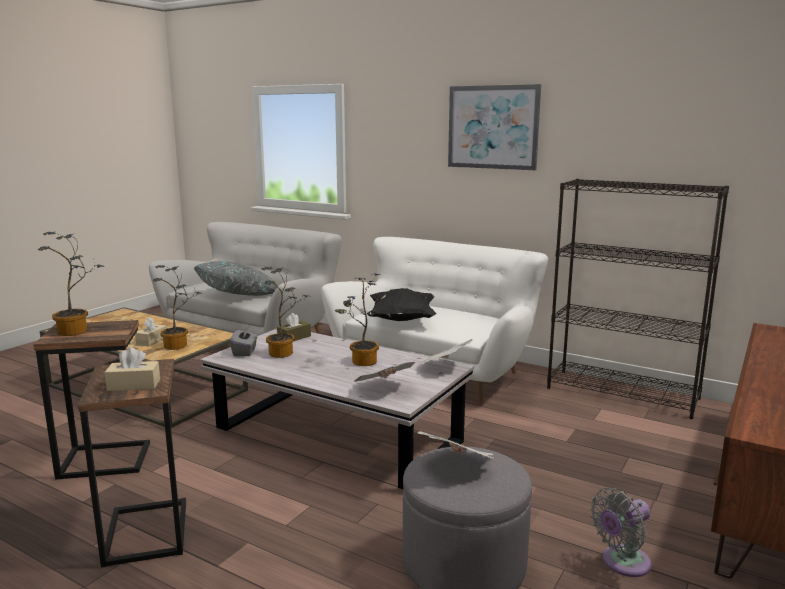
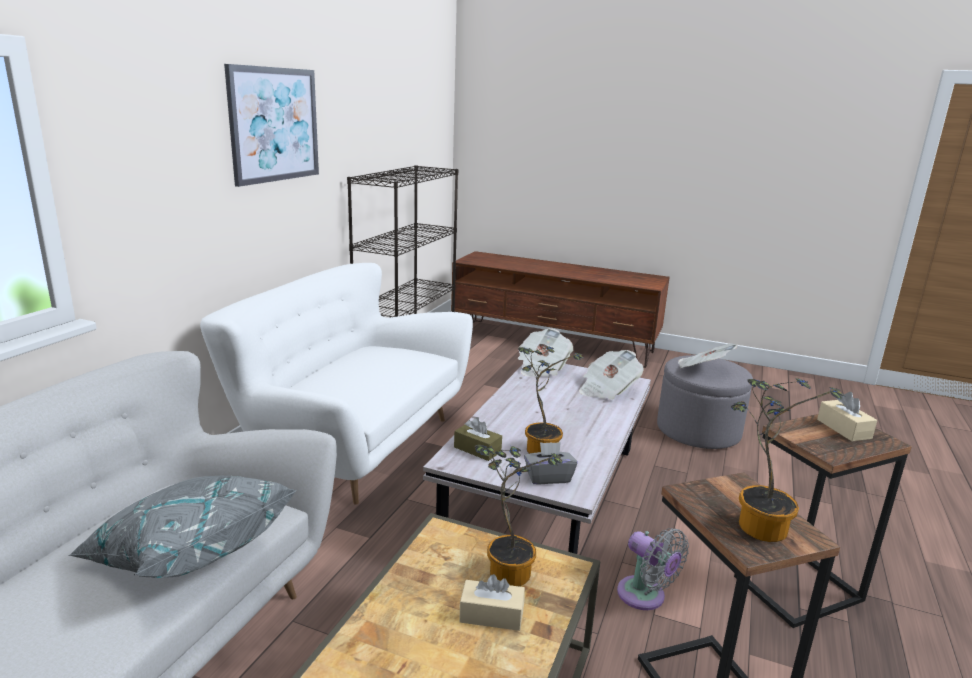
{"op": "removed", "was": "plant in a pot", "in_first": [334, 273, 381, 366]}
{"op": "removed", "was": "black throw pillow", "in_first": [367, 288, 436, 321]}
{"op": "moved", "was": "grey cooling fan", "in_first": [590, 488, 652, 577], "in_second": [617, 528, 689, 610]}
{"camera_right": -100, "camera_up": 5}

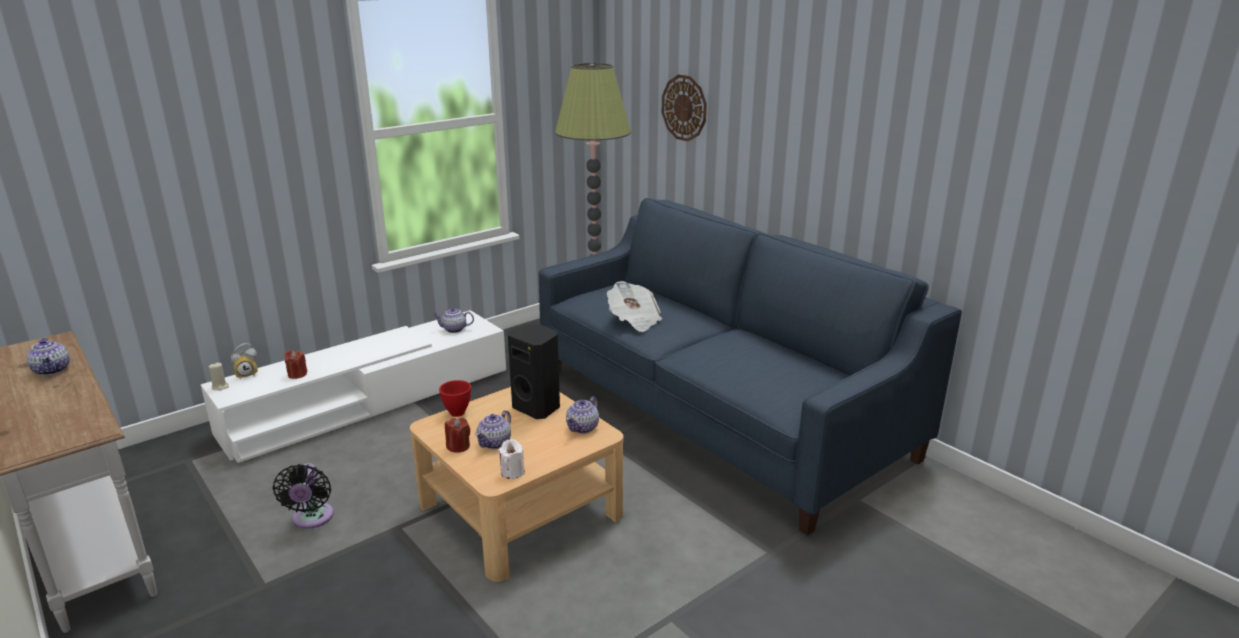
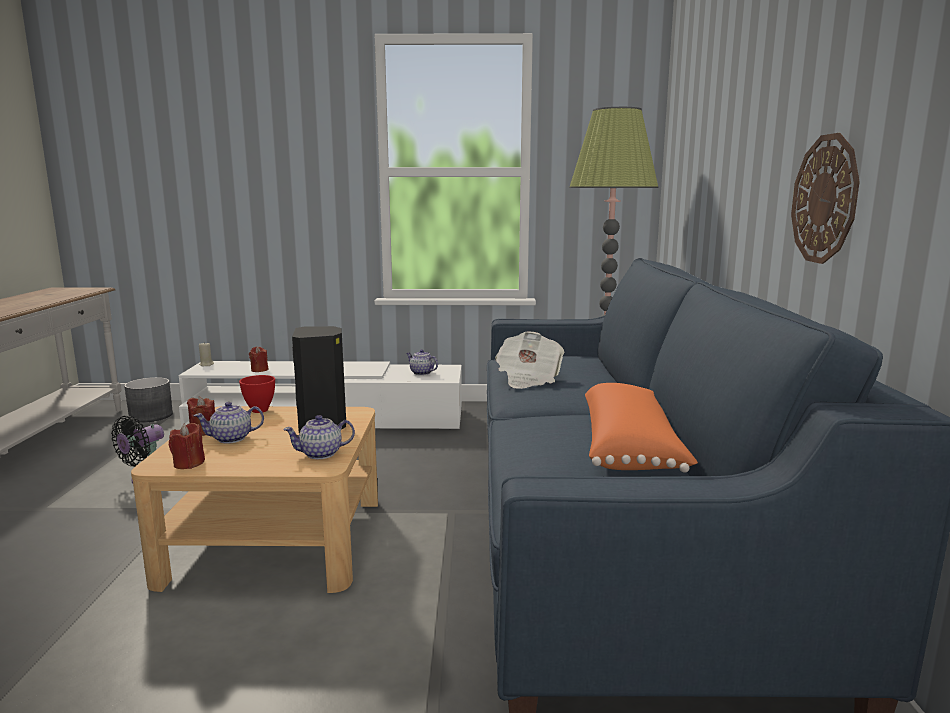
{"op": "removed", "was": "teapot", "in_first": [27, 338, 70, 376]}
{"op": "removed", "was": "bedside clock", "in_first": [231, 343, 258, 380]}
{"op": "added", "now": "grey planter", "in_second": [124, 377, 173, 423]}
{"op": "added", "now": "orange-coloured throw pillow", "in_second": [585, 383, 698, 473]}
{"op": "moved", "was": "clock on the wall", "in_first": [662, 74, 707, 142], "in_second": [791, 133, 860, 264]}
{"op": "recoloured", "was": "whitish candle", "now": "red-coloured candle", "in_first": [498, 439, 525, 479], "in_second": [169, 423, 205, 469]}
{"camera_right": 40, "camera_up": -10}

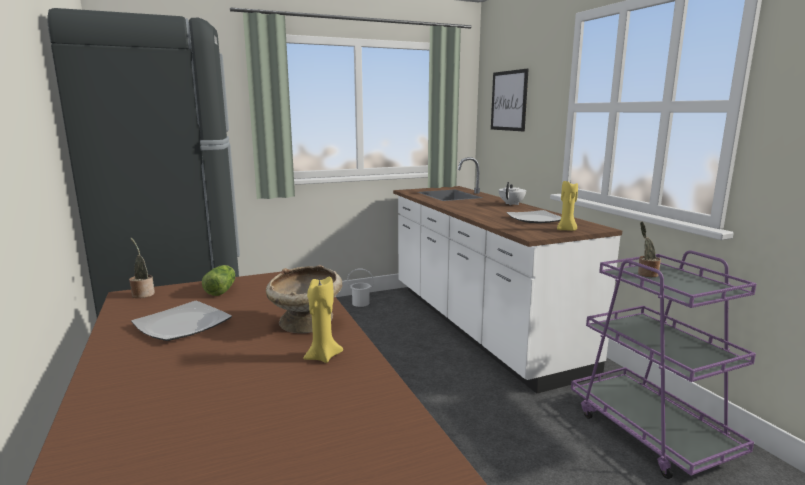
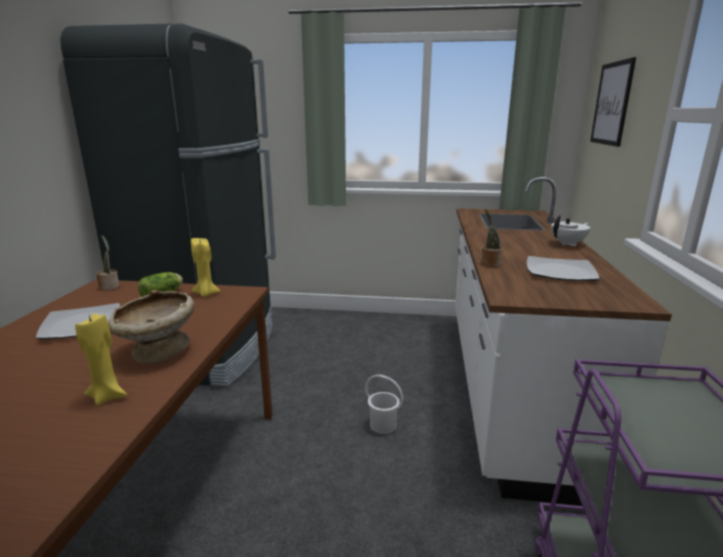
{"op": "moved", "was": "whitish water bucket", "in_first": [347, 269, 374, 307], "in_second": [365, 375, 403, 434]}
{"op": "moved", "was": "yellow-coloured candle", "in_first": [557, 181, 578, 231], "in_second": [191, 238, 220, 297]}
{"op": "moved", "was": "plant in a pot", "in_first": [638, 222, 661, 277], "in_second": [481, 209, 503, 267]}
{"camera_right": 30, "camera_up": 5}

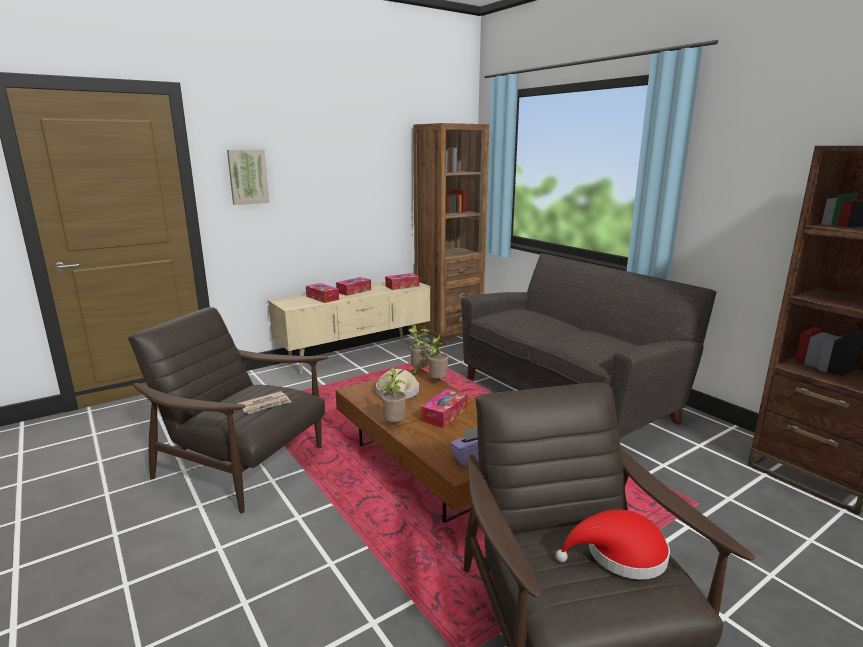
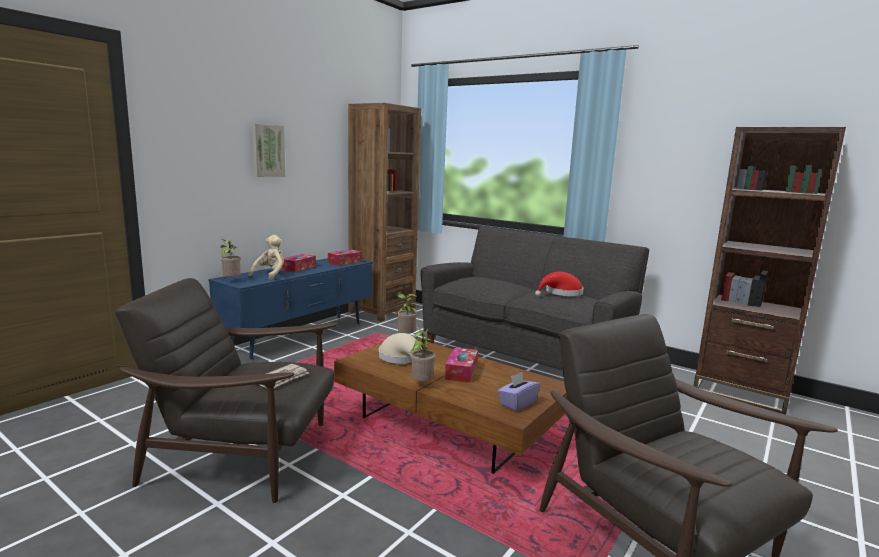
{"op": "moved", "was": "picture", "in_first": [227, 150, 269, 205], "in_second": [252, 124, 285, 177]}
{"op": "moved", "was": "plant in a pot", "in_first": [428, 334, 449, 378], "in_second": [221, 239, 241, 279]}
{"op": "moved", "was": "red-coloured hat", "in_first": [556, 509, 670, 579], "in_second": [535, 271, 584, 296]}
{"op": "replaced", "was": "box of tissues", "now": "beige soft toy", "in_first": [306, 283, 339, 303], "in_second": [249, 235, 284, 280]}
{"op": "recoloured", "was": "beige tv unit", "now": "blue-coloured tv unit", "in_first": [268, 282, 431, 375], "in_second": [208, 258, 373, 360]}
{"camera_right": -20, "camera_up": -5}

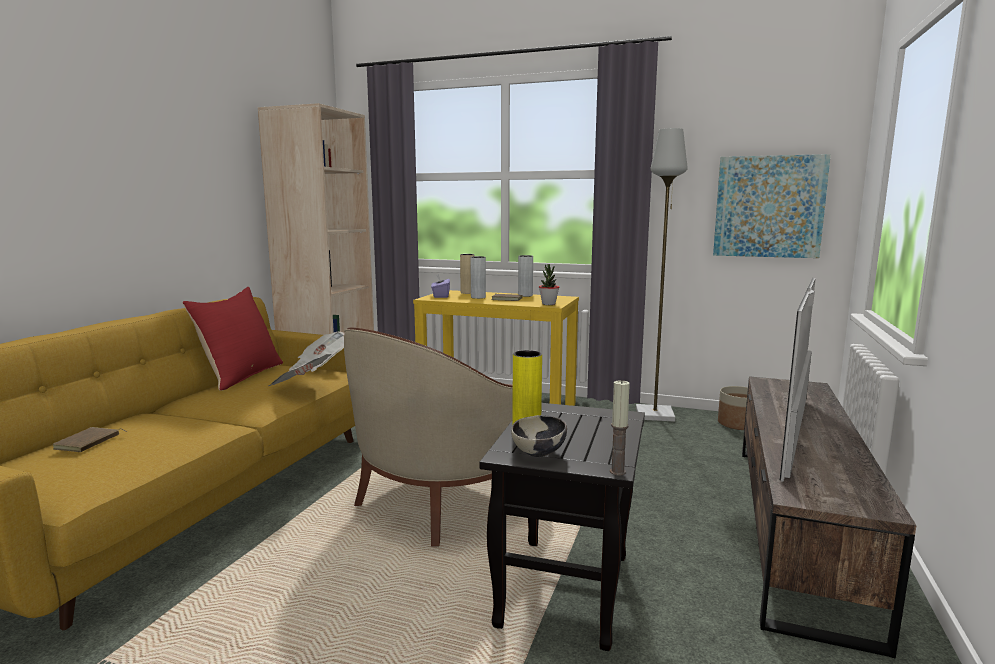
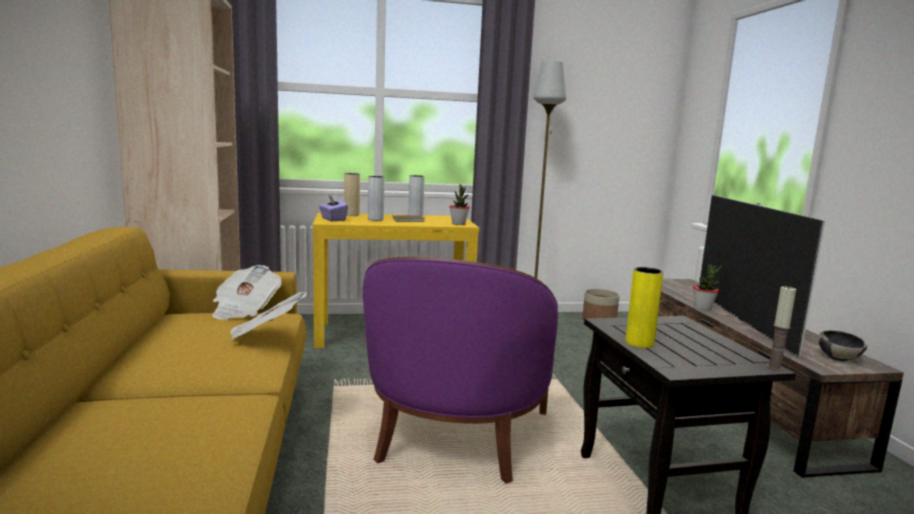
{"op": "removed", "was": "brownish volume", "in_first": [52, 427, 127, 452]}
{"op": "removed", "was": "red-coloured throw pillow", "in_first": [182, 287, 283, 391]}
{"op": "removed", "was": "picture", "in_first": [713, 154, 831, 258]}
{"op": "added", "now": "plant in a pot", "in_second": [693, 264, 722, 310]}
{"op": "moved", "was": "deep dish", "in_first": [511, 415, 567, 457], "in_second": [819, 330, 868, 361]}
{"op": "recoloured", "was": "beige lounge chair", "now": "purplish lounge chair", "in_first": [344, 327, 513, 546], "in_second": [363, 257, 558, 483]}
{"camera_right": -30, "camera_up": 0}

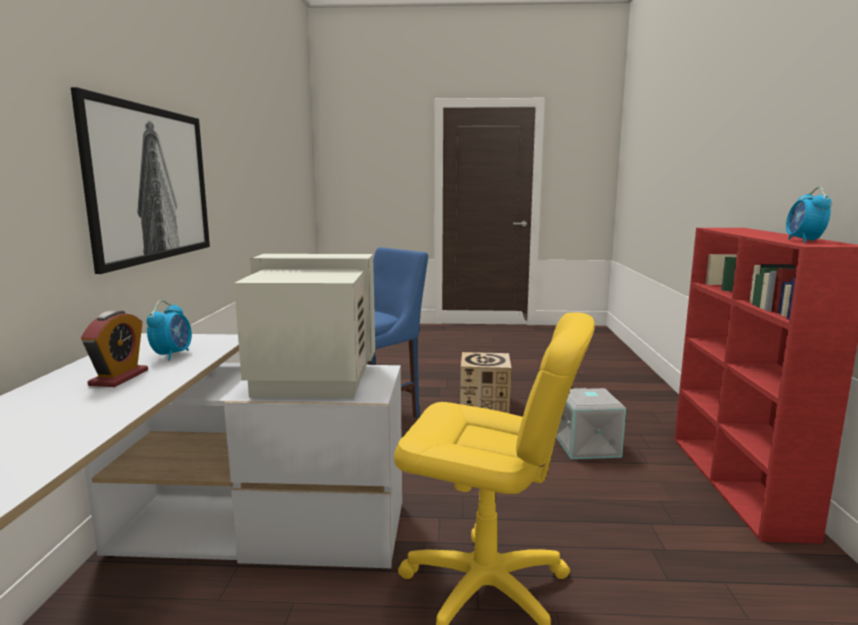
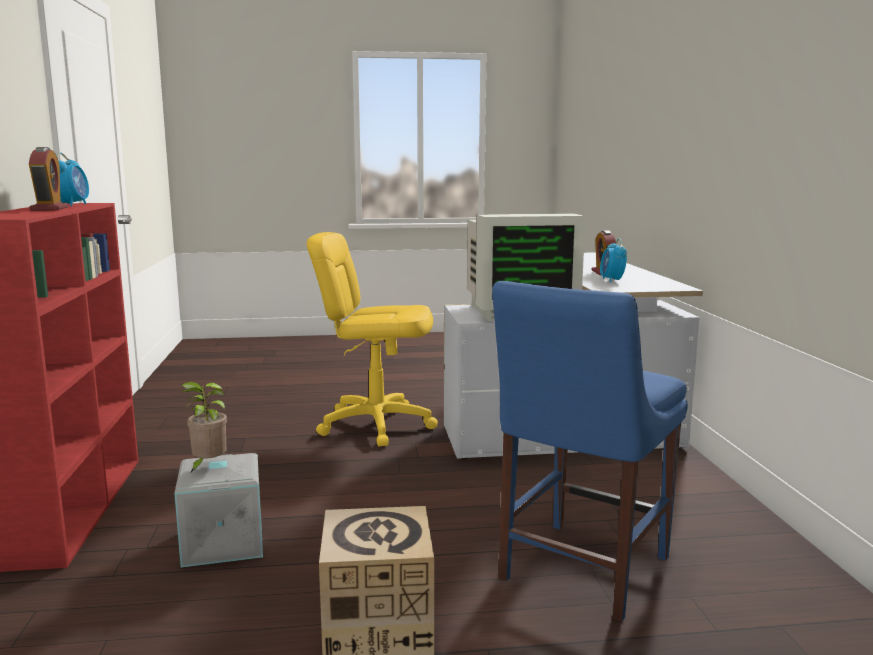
{"op": "removed", "was": "picture", "in_first": [71, 87, 210, 274]}
{"op": "added", "now": "bedside clock", "in_second": [29, 147, 68, 211]}
{"op": "added", "now": "plant in a pot", "in_second": [181, 382, 227, 473]}
{"camera_right": 170, "camera_up": 0}

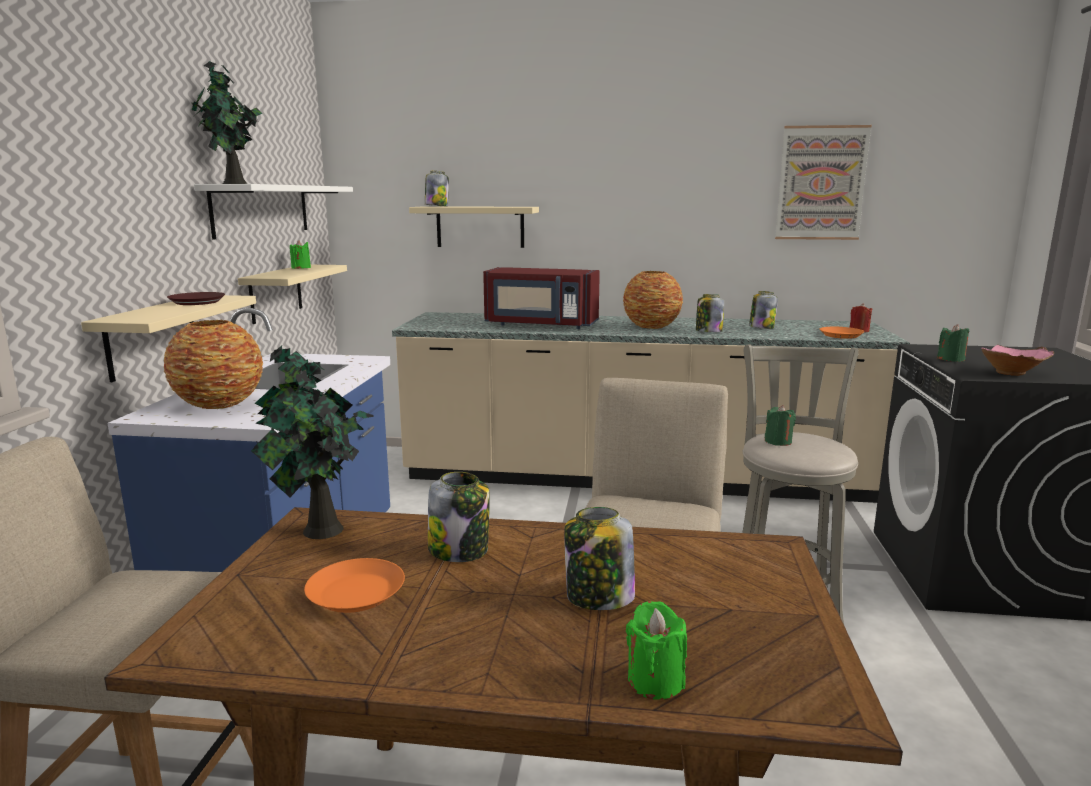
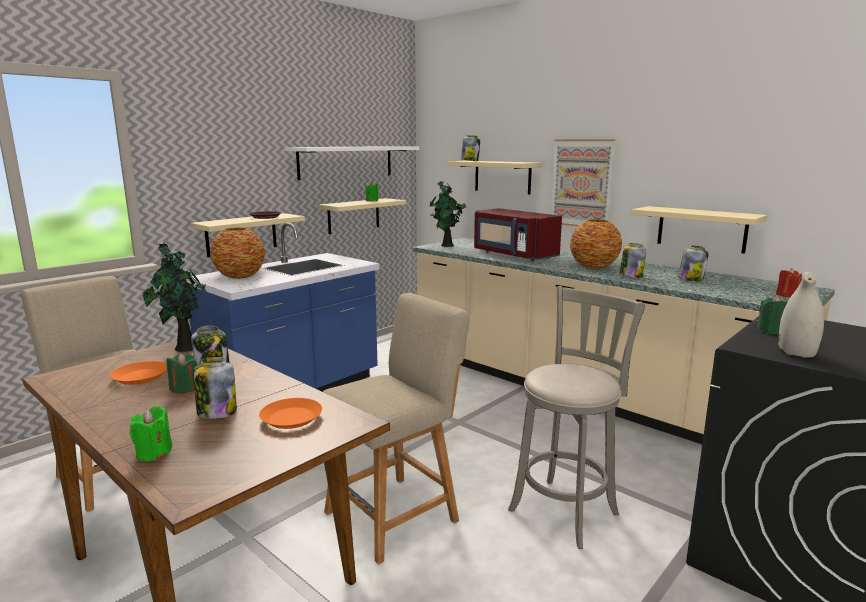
{"op": "added", "now": "beige bracket shelf", "in_second": [631, 206, 768, 254]}
{"op": "moved", "was": "plant in a pot", "in_first": [191, 61, 263, 184], "in_second": [429, 181, 467, 247]}
{"op": "moved", "was": "greenish candle", "in_first": [764, 405, 796, 446], "in_second": [167, 353, 198, 393]}
{"op": "moved", "was": "picture", "in_first": [775, 125, 872, 240], "in_second": [551, 139, 615, 226]}
{"op": "moved", "was": "orange-coloured flat dish", "in_first": [820, 327, 864, 339], "in_second": [259, 398, 322, 429]}
{"op": "replaced", "was": "pinkish deep dish", "now": "whitish flower vase", "in_first": [981, 345, 1054, 376], "in_second": [779, 272, 824, 358]}
{"camera_right": 35, "camera_up": 0}

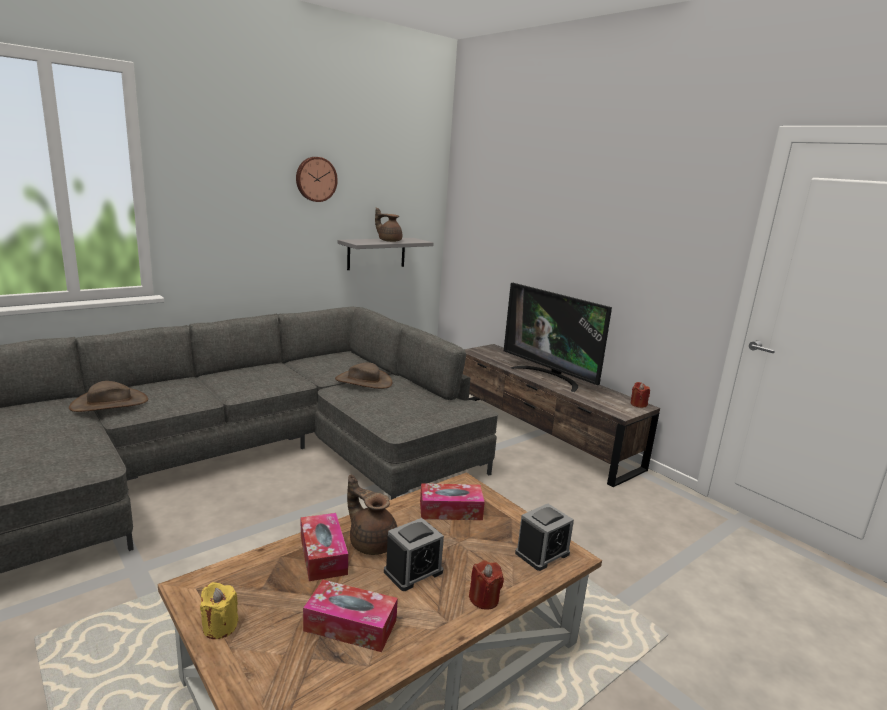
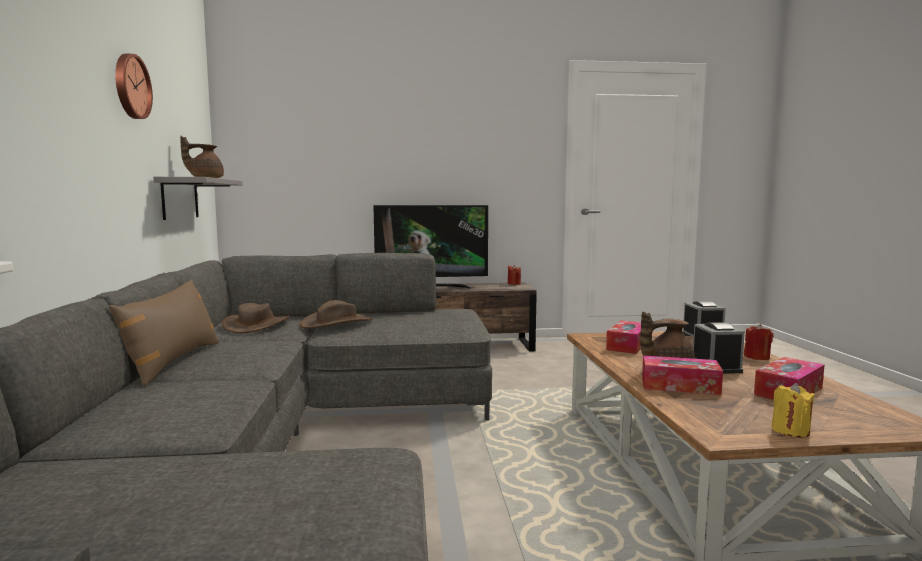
{"op": "added", "now": "brownish throw pillow", "in_second": [109, 280, 220, 387]}
{"op": "moved", "was": "brownish hat", "in_first": [69, 381, 148, 412], "in_second": [222, 303, 290, 333]}
{"camera_right": -55, "camera_up": -10}

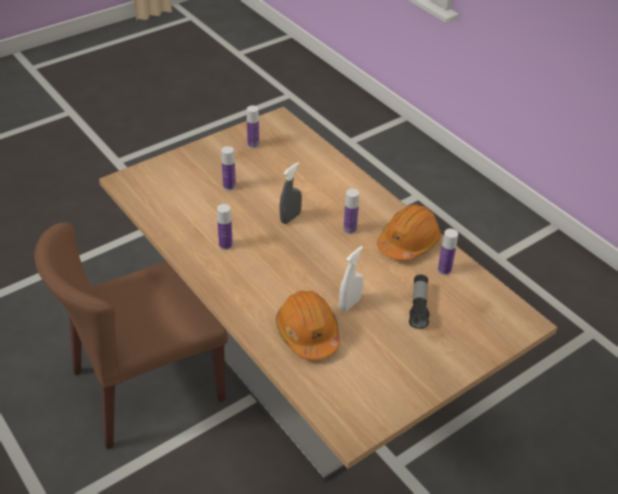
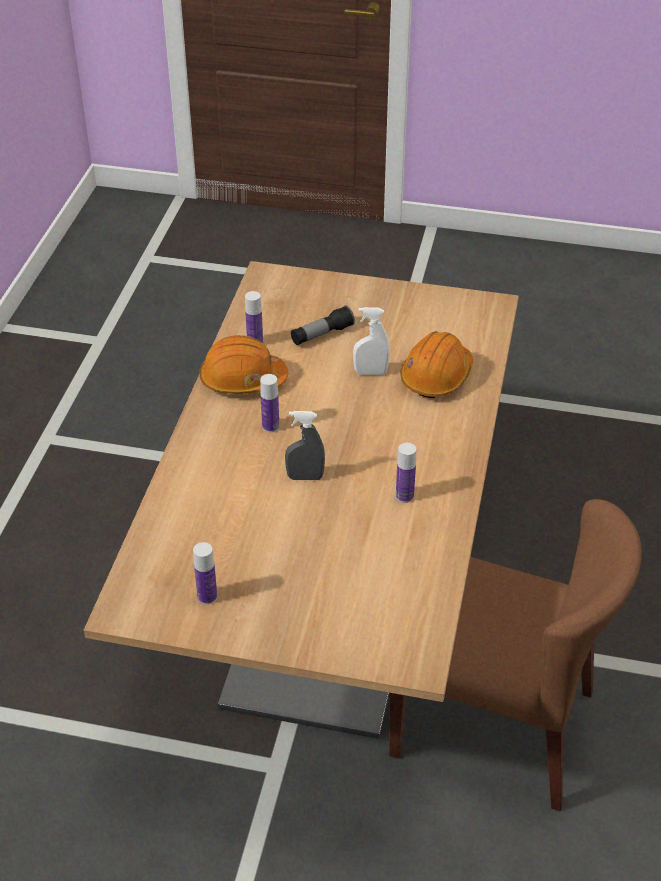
{"op": "removed", "was": "drink bottle", "in_first": [221, 146, 236, 190]}
{"camera_right": -130, "camera_up": 0}

